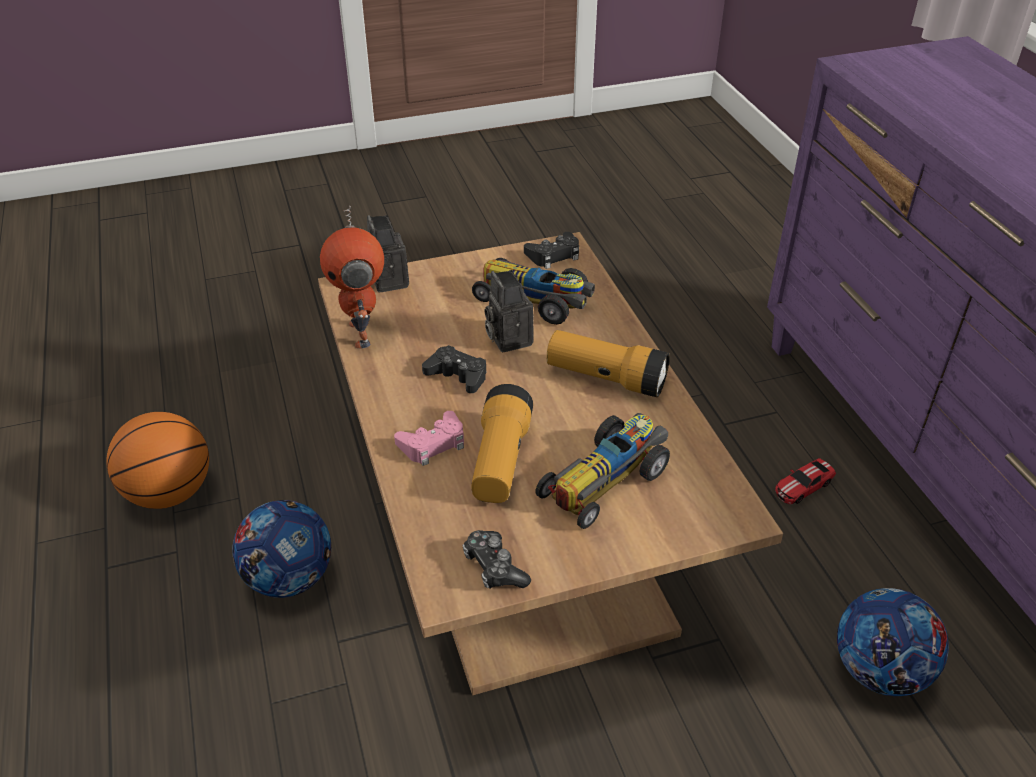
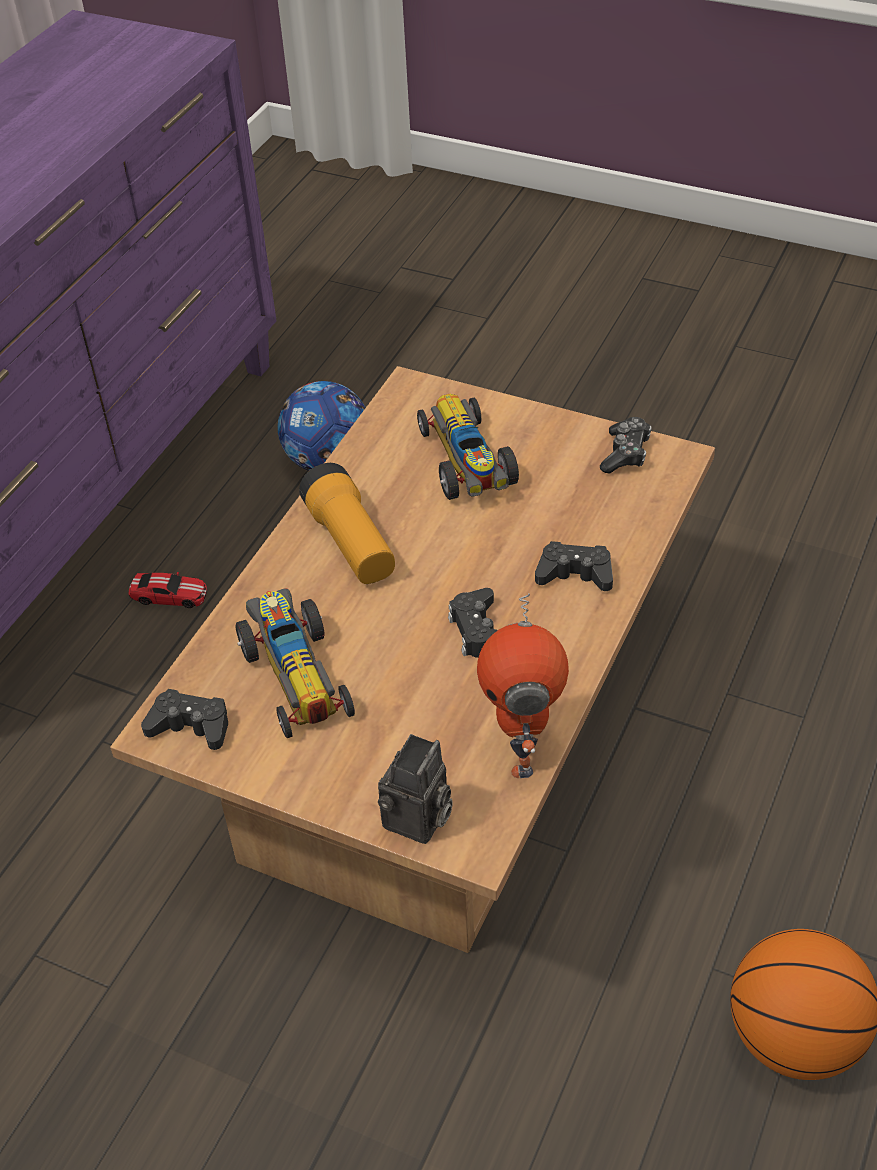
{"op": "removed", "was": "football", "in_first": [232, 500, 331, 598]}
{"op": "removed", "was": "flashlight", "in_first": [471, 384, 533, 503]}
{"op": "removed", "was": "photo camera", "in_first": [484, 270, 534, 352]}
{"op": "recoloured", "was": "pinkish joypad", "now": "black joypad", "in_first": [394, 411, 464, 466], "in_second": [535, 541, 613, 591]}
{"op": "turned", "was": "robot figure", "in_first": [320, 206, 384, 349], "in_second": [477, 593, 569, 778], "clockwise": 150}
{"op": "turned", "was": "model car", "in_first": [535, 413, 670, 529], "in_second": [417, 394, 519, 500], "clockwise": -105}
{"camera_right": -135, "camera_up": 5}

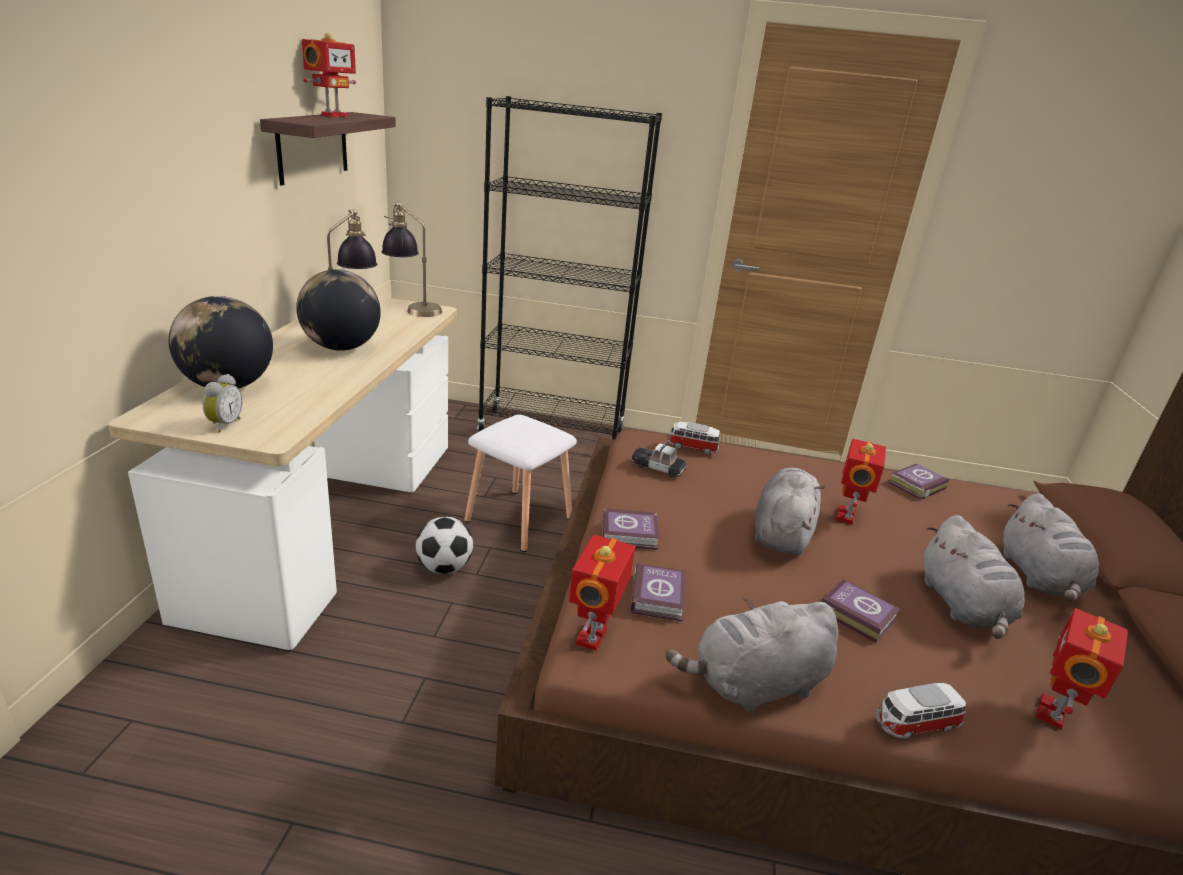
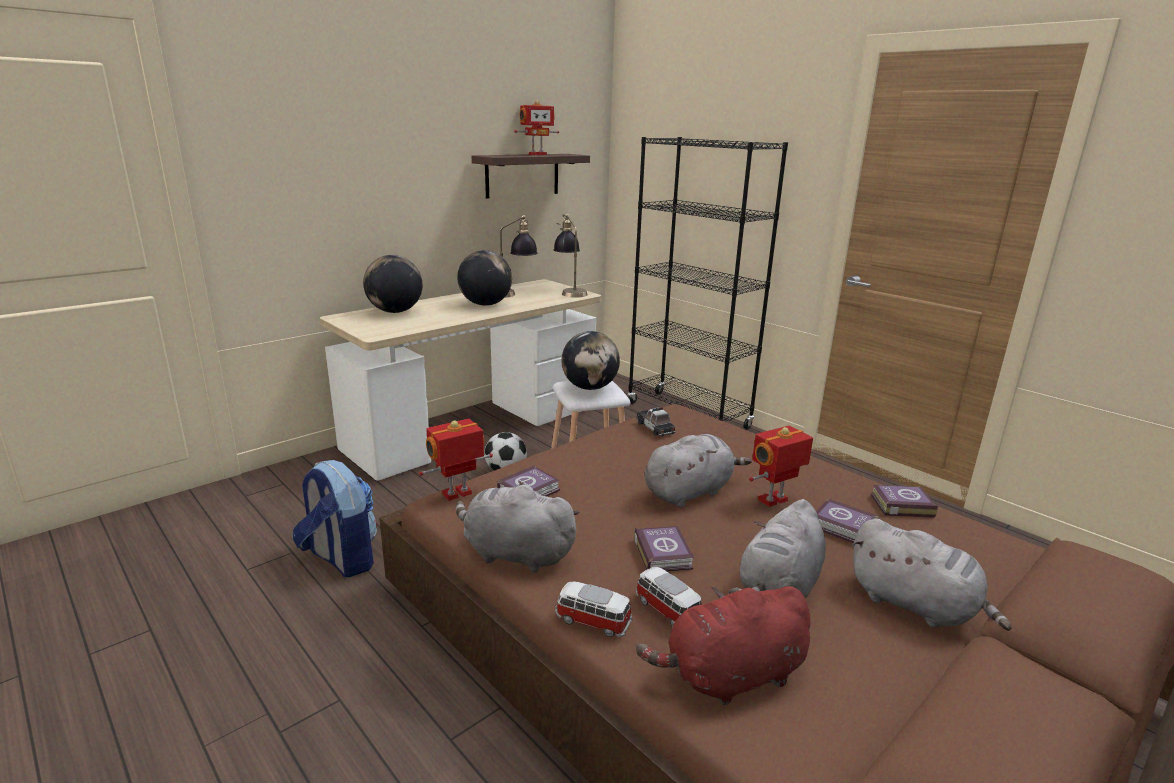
{"op": "removed", "was": "bedside clock", "in_first": [203, 374, 243, 433]}
{"op": "added", "now": "knapsack", "in_second": [293, 460, 377, 577]}
{"op": "added", "now": "desk globe", "in_second": [561, 331, 620, 390]}
{"op": "moved", "was": "volume", "in_first": [602, 508, 660, 550], "in_second": [816, 498, 879, 543]}
{"op": "moved", "was": "model car", "in_first": [667, 422, 720, 455], "in_second": [636, 567, 702, 627]}
{"op": "replaced", "was": "robot figure", "now": "red-coloured soft toy", "in_first": [1036, 608, 1128, 730], "in_second": [636, 586, 810, 705]}
{"op": "turned", "was": "grey soft toy", "in_first": [1003, 493, 1099, 602], "in_second": [851, 518, 1012, 631], "clockwise": -90}
{"camera_right": 40, "camera_up": -5}

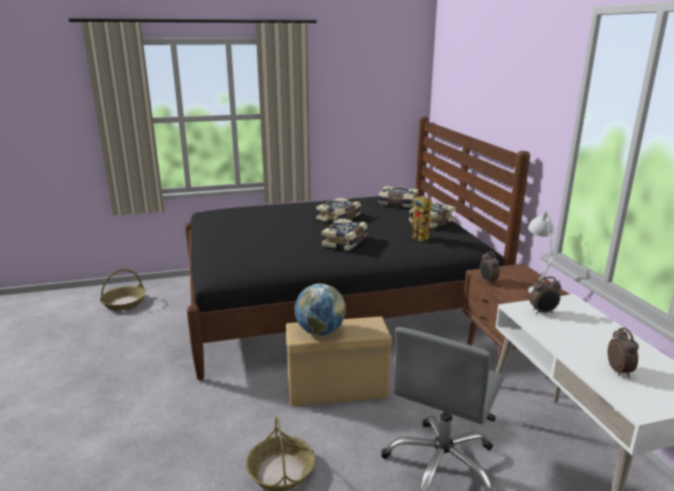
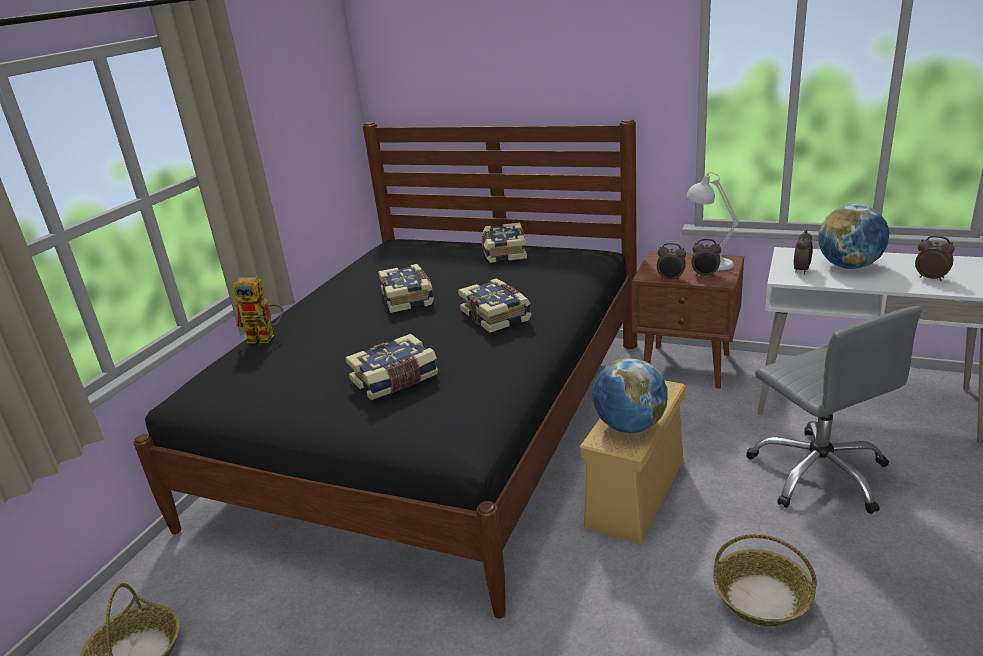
{"op": "added", "now": "bedside clock", "in_second": [691, 239, 721, 277]}
{"op": "added", "now": "desk globe", "in_second": [818, 204, 890, 269]}
{"op": "moved", "was": "volume", "in_first": [378, 186, 418, 208], "in_second": [345, 334, 438, 400]}
{"op": "moved", "was": "robot figure", "in_first": [411, 196, 439, 242], "in_second": [232, 276, 284, 344]}
{"camera_right": -50, "camera_up": 5}

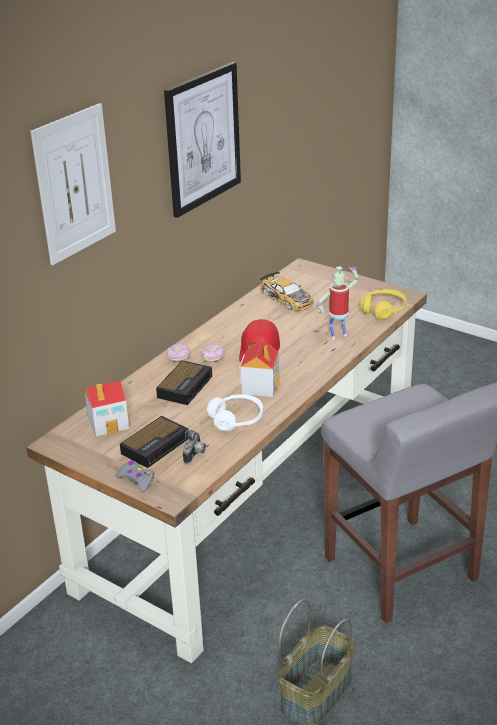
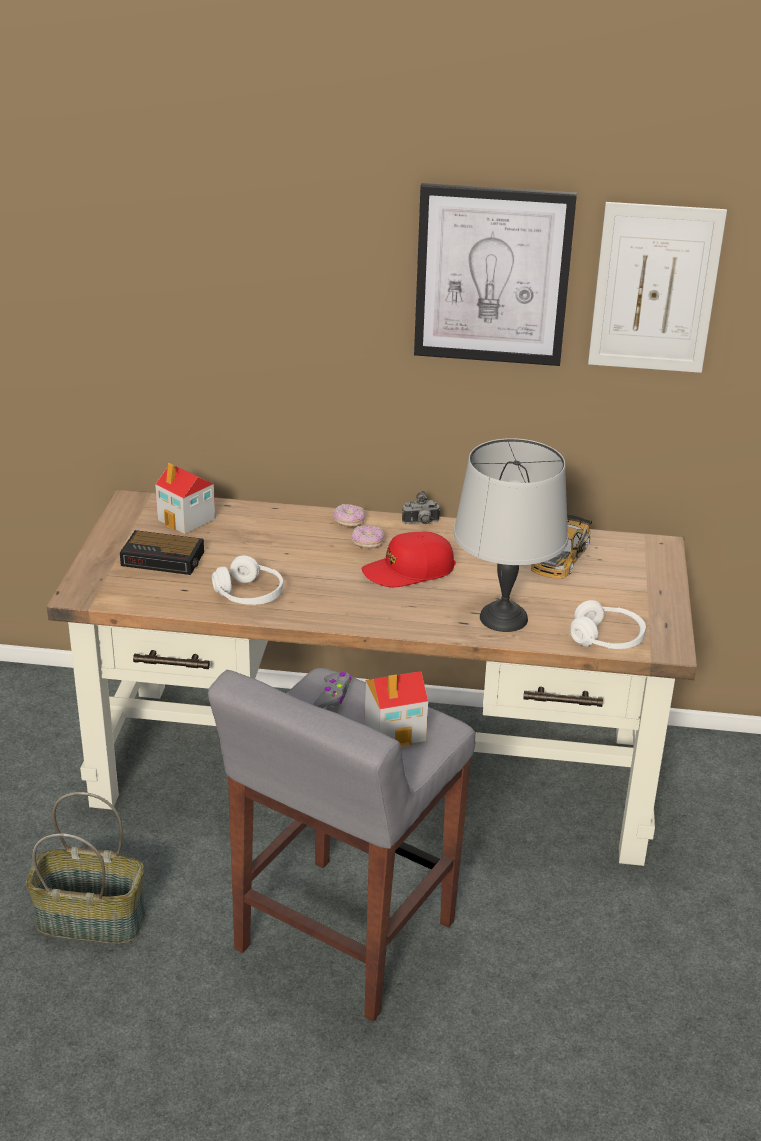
{"op": "removed", "was": "bedside clock", "in_first": [156, 360, 212, 405]}
{"op": "moved", "was": "picture", "in_first": [30, 103, 116, 265], "in_second": [588, 202, 727, 373]}
{"op": "moved", "was": "grey joypad", "in_first": [115, 460, 154, 492], "in_second": [313, 672, 351, 708]}
{"op": "moved", "was": "photo camera", "in_first": [183, 430, 206, 464], "in_second": [402, 491, 440, 524]}
{"op": "moved", "was": "miniature house", "in_first": [240, 340, 279, 397], "in_second": [365, 671, 428, 747]}
{"op": "replaced", "was": "robot figure", "now": "grey lamp for a table", "in_first": [317, 266, 359, 340], "in_second": [454, 438, 568, 632]}
{"op": "recoloured", "was": "yellow-coloured headphones", "now": "whitish headphones", "in_first": [360, 289, 406, 320], "in_second": [570, 600, 646, 649]}
{"camera_right": 60, "camera_up": 0}

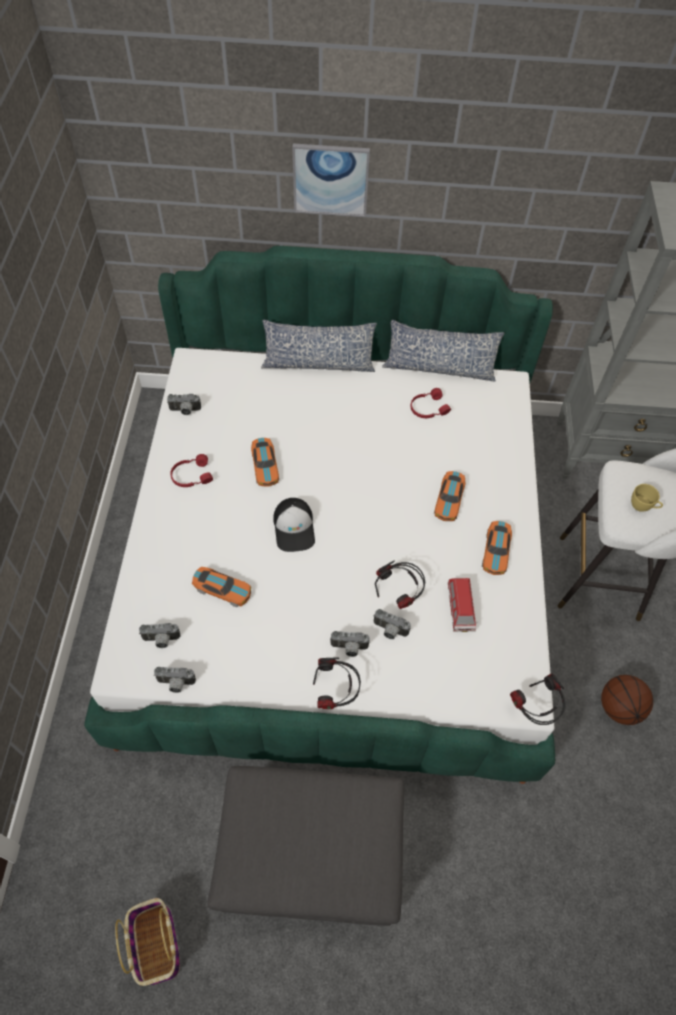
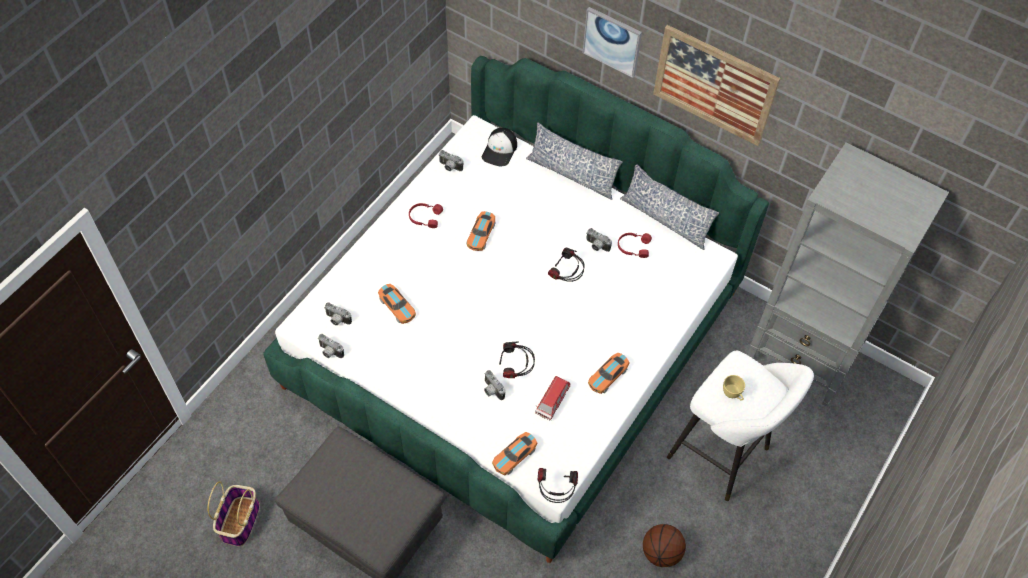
{"op": "added", "now": "picture", "in_second": [653, 25, 780, 146]}
{"op": "moved", "was": "baseball cap", "in_first": [273, 498, 315, 552], "in_second": [482, 128, 517, 166]}
{"op": "moved", "was": "headphones", "in_first": [313, 657, 361, 709], "in_second": [548, 247, 585, 282]}
{"op": "moved", "was": "photo camera", "in_first": [330, 631, 370, 657], "in_second": [586, 228, 612, 252]}
{"op": "moved", "was": "model car", "in_first": [434, 471, 466, 521], "in_second": [492, 432, 538, 475]}
{"camera_right": 30, "camera_up": 0}

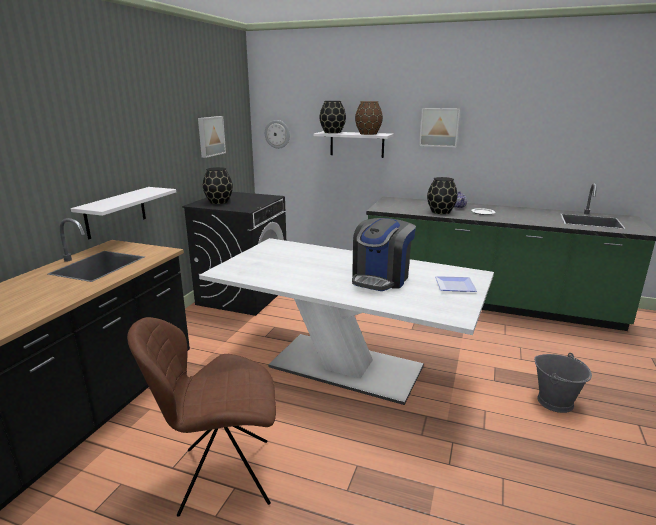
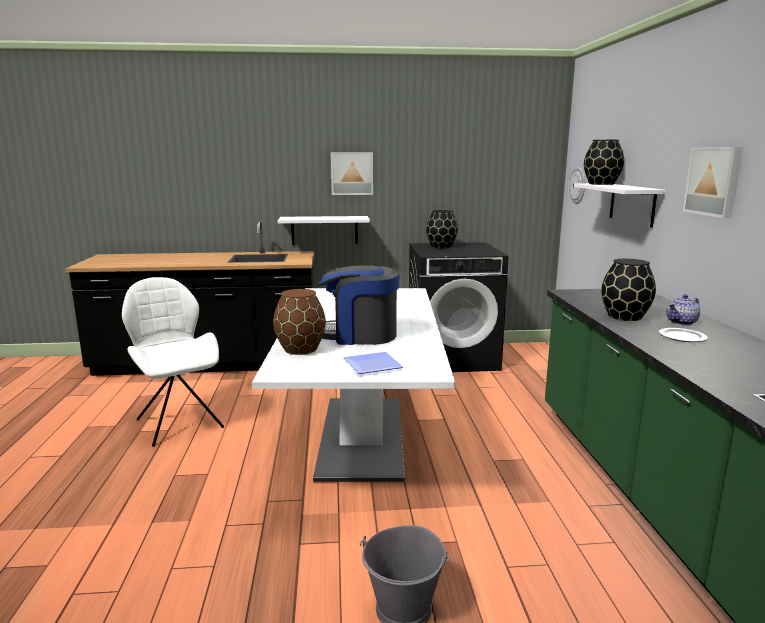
{"op": "moved", "was": "picture", "in_first": [198, 116, 226, 158], "in_second": [331, 152, 373, 195]}
{"op": "moved", "was": "brownish flower vase", "in_first": [355, 101, 383, 135], "in_second": [273, 289, 326, 355]}
{"op": "recoloured", "was": "brownish plain chair", "now": "whitish plain chair", "in_first": [127, 317, 276, 517], "in_second": [122, 277, 224, 447]}
{"camera_right": 65, "camera_up": -5}

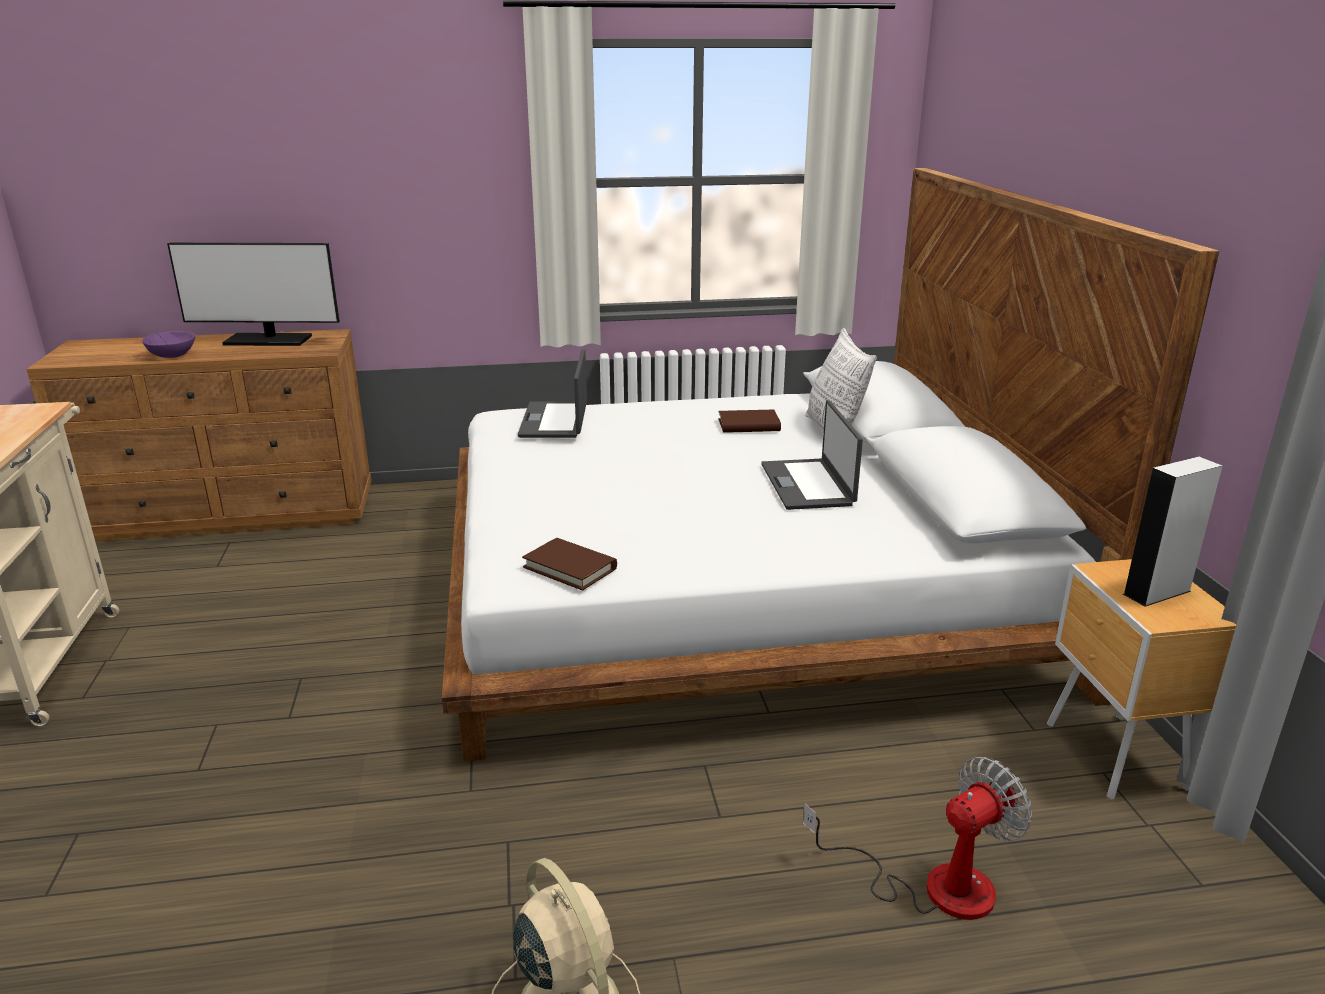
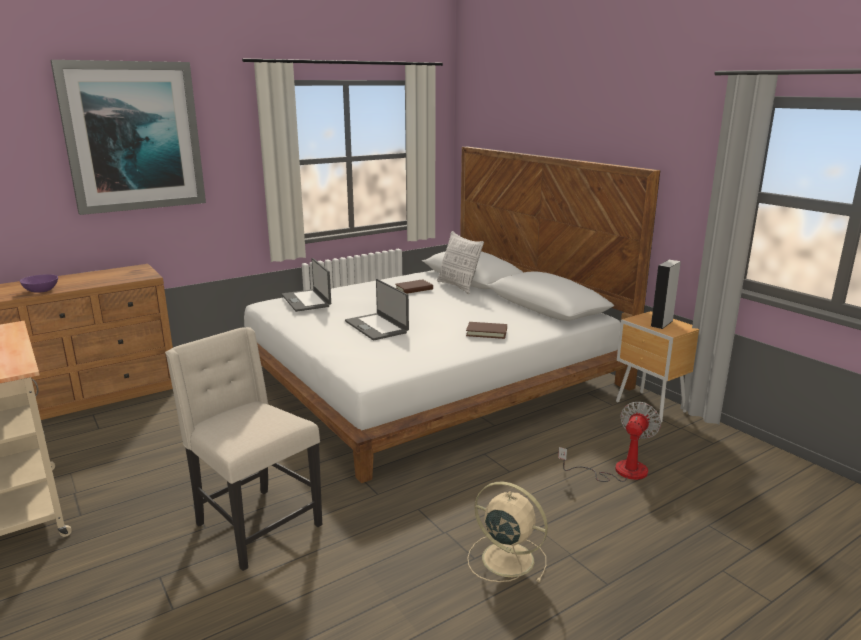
{"op": "removed", "was": "computer screen", "in_first": [167, 243, 340, 346]}
{"op": "added", "now": "picture", "in_second": [50, 60, 206, 215]}
{"op": "added", "now": "beige plain chair", "in_second": [165, 327, 322, 571]}
{"op": "moved", "was": "brownish volume", "in_first": [522, 538, 617, 591], "in_second": [466, 322, 507, 339]}
{"op": "moved", "was": "notebook computer", "in_first": [761, 400, 863, 510], "in_second": [345, 279, 409, 340]}
{"camera_right": -25, "camera_up": -5}

